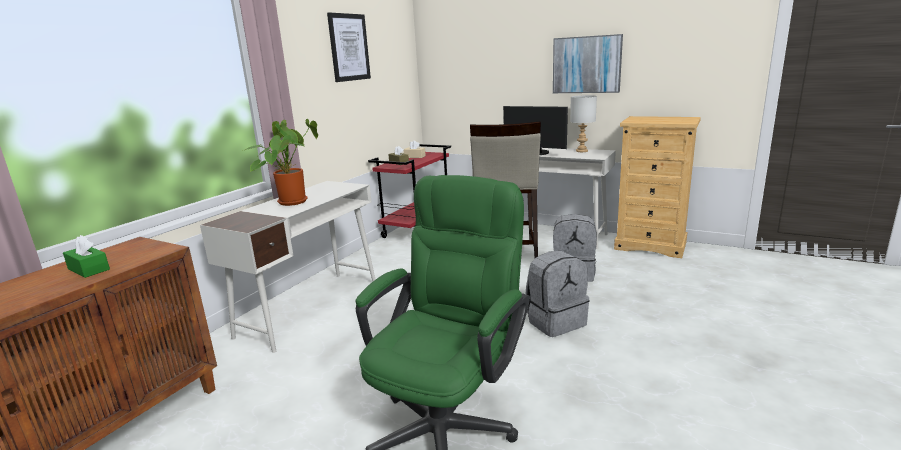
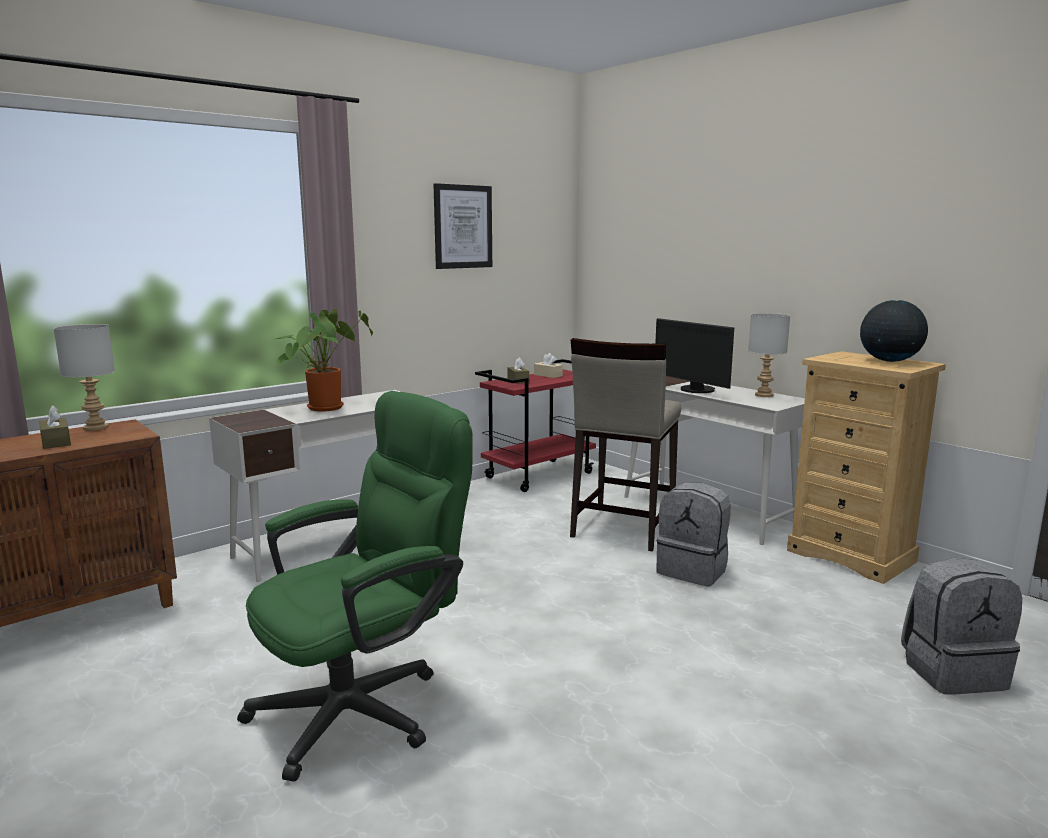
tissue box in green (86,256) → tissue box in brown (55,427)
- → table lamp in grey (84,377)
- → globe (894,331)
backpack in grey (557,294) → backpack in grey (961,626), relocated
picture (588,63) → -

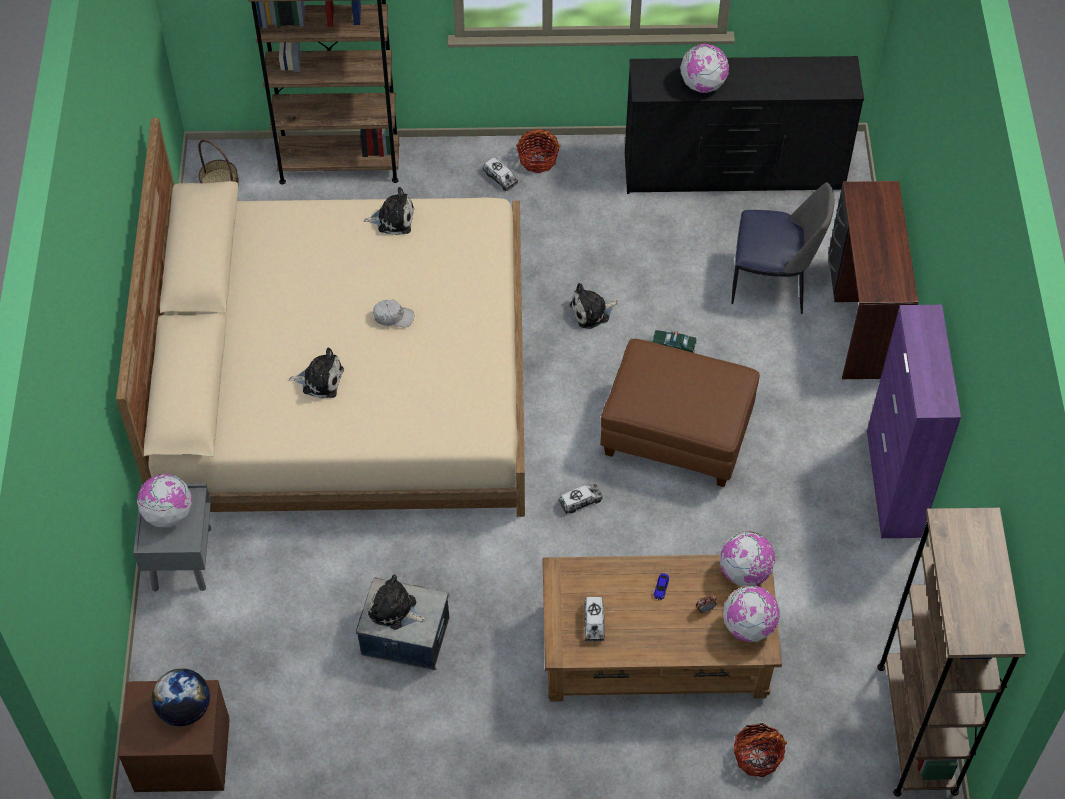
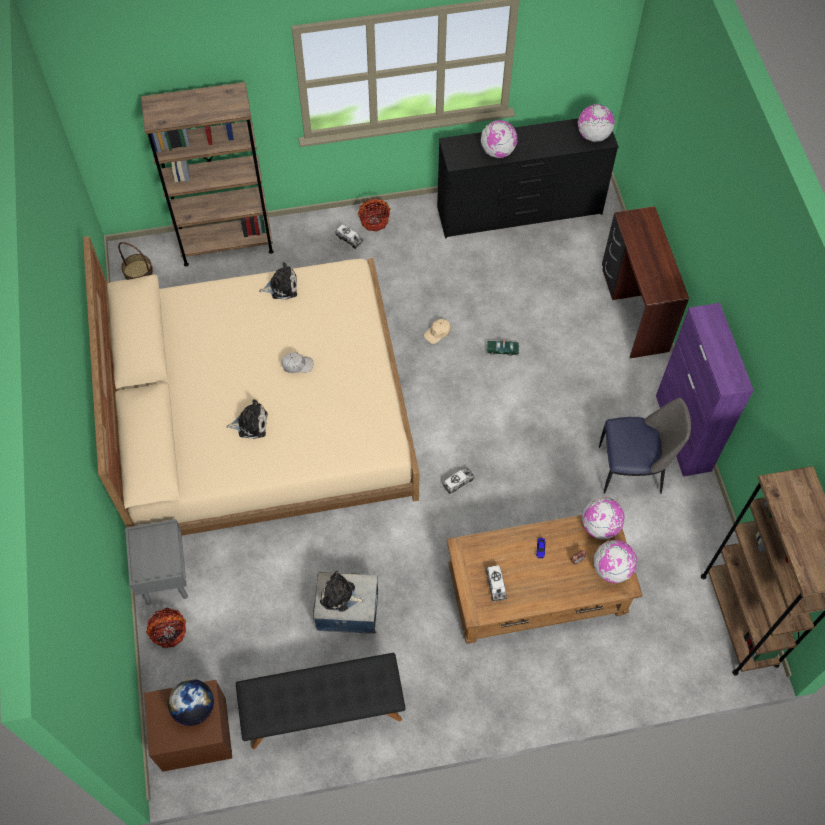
basket (760,750) → basket (166,628), relocated
- → bench in black (321,701)
plush toy (594,306) → cap in beige (437,331)
globe (164,501) → globe (596,123), relocated
chair (783,248) → chair (645,446), relocated
ottoman in brown (680,413) → -

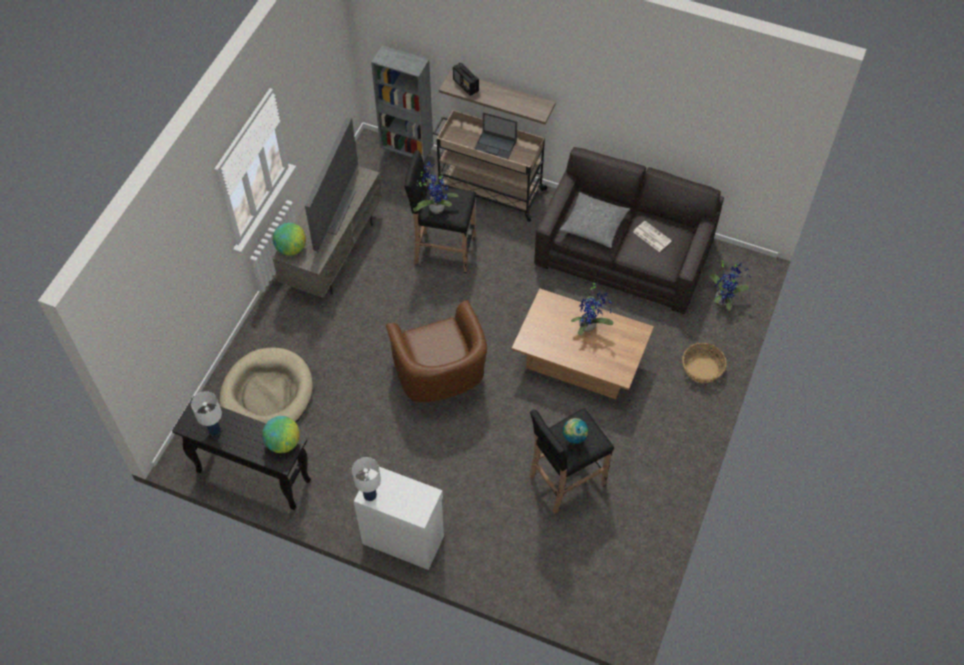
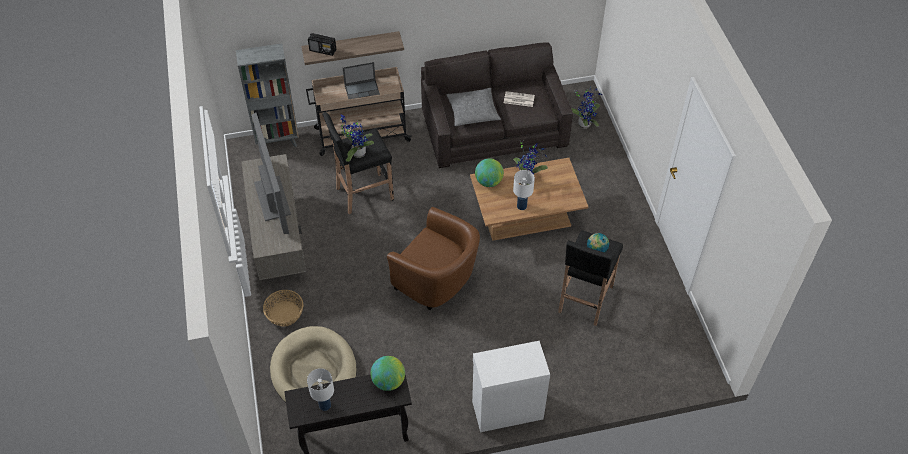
basket (704,363) → basket (283,308), relocated
globe (289,239) → globe (489,172), relocated
table lamp in white (366,479) → table lamp in white (524,190), relocated

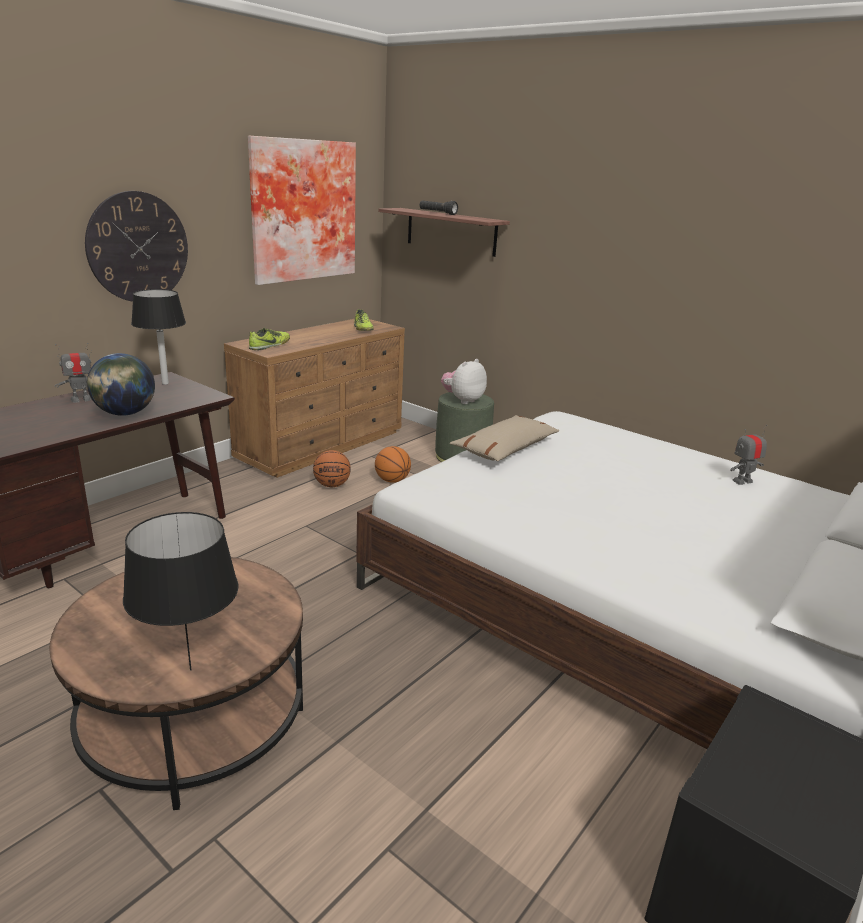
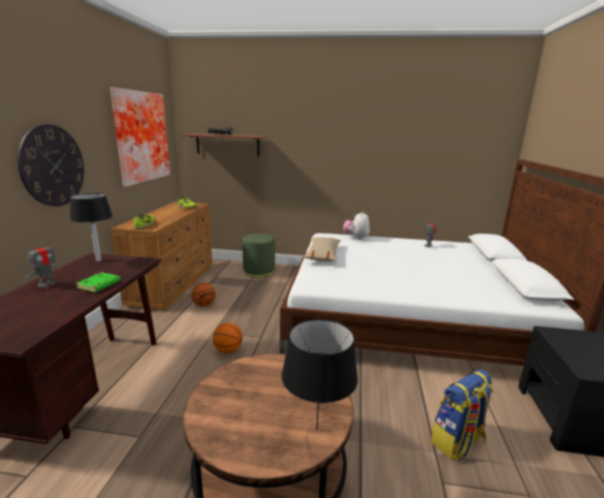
globe (121,384) → book in green (98,282)
basketball (393,464) → basketball (228,338), relocated
plush toy (464,381) → plush toy (356,225), relocated
- → backpack (462,415)

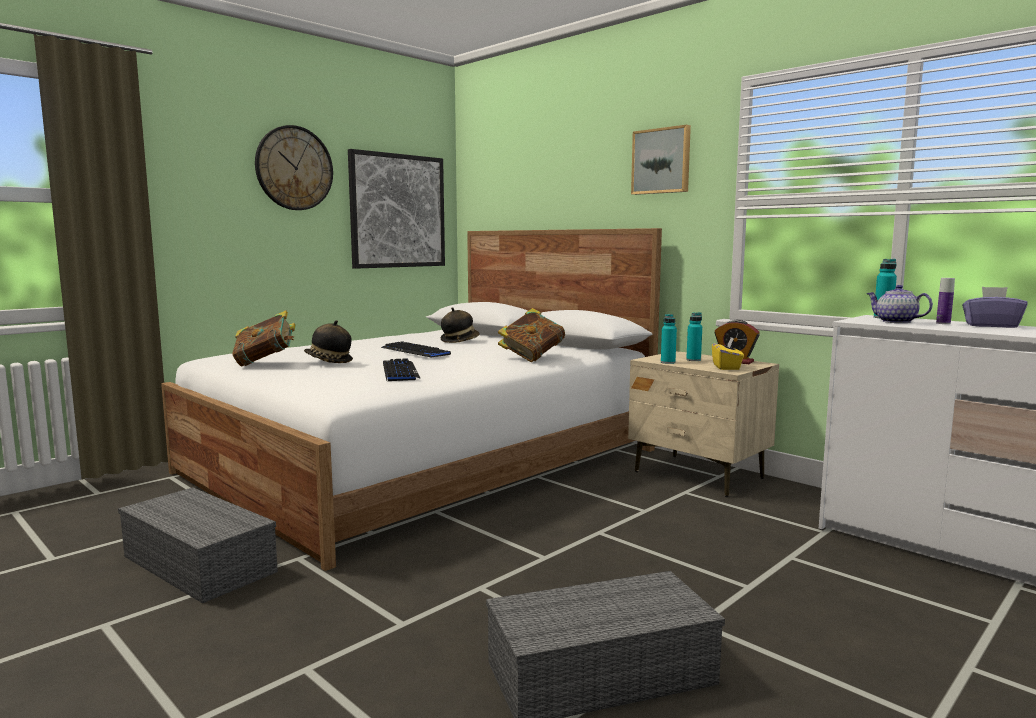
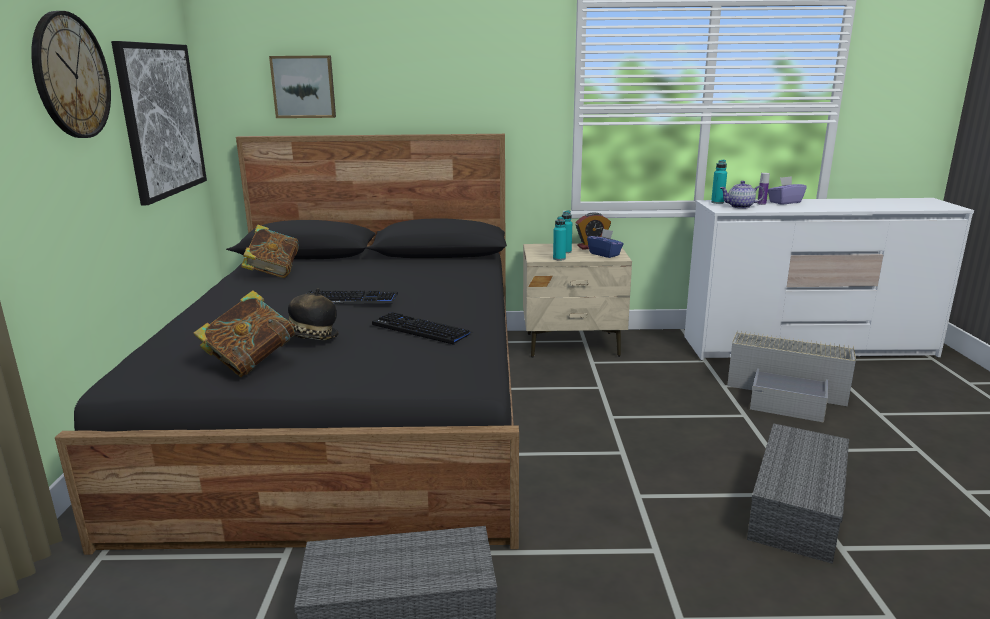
bed in white (411,399) → bed in black (287,344)
book (531,335) → book (270,251), relocated
picture (661,160) → picture (302,86), relocated
tissue box in yellow (728,353) → tissue box in blue (605,243)
- → storage box in grey (791,376)
hat (460,325) → -

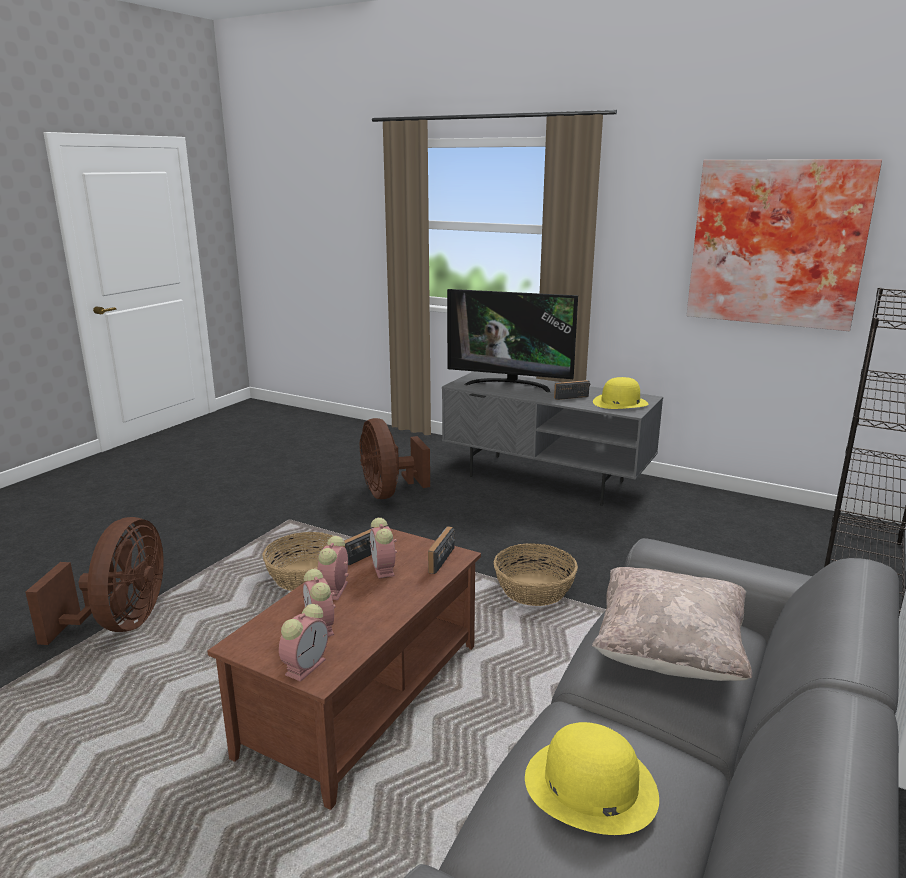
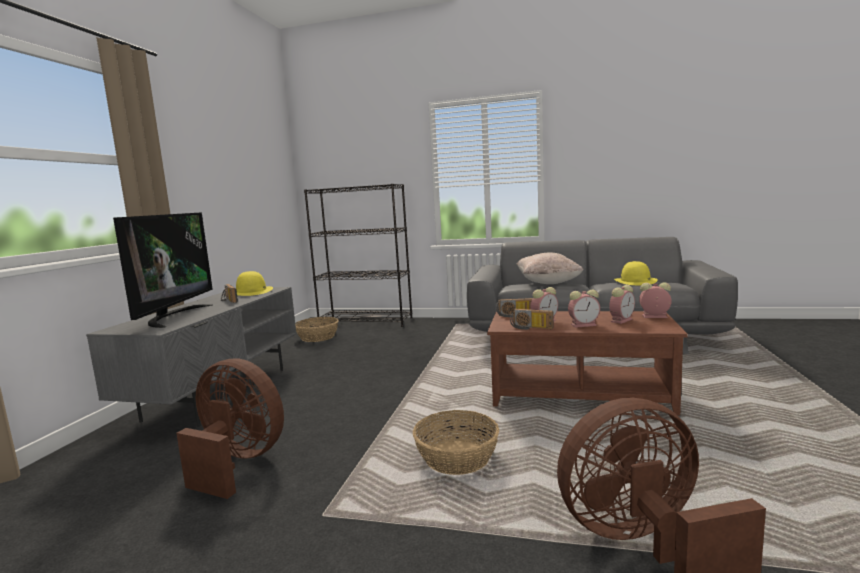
fan in brown (394,458) → fan in brown (230,429), 120 degrees counterclockwise
basket (535,574) → basket (316,329), relocated
picture (784,245) → -

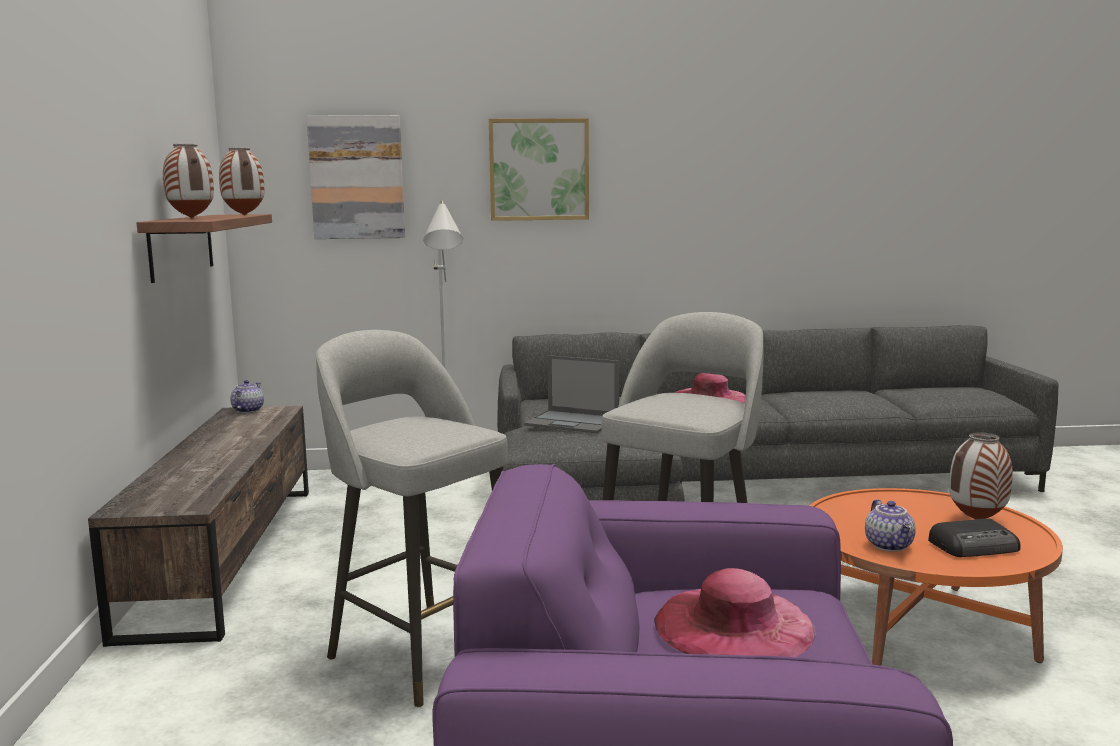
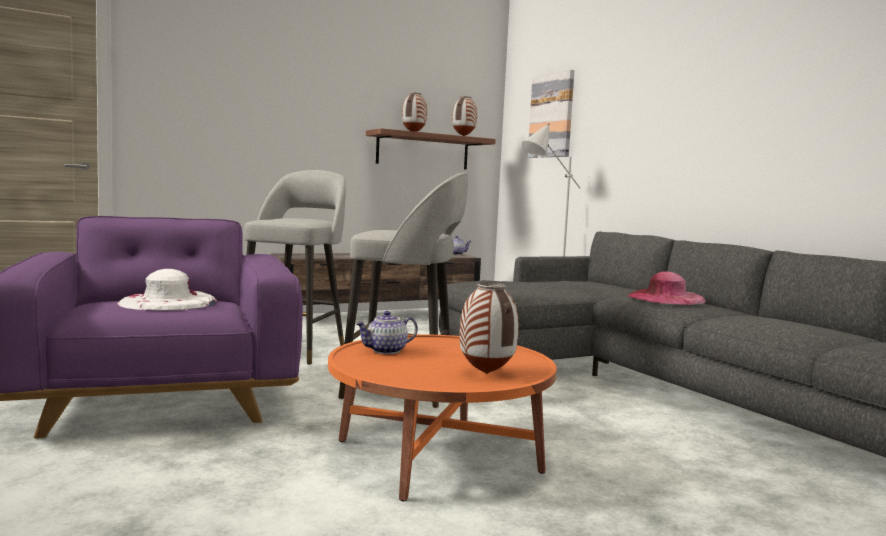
hat in pink (735,612) → hat in white (167,290)
picture (539,169) → -
laptop (571,394) → -
radio (974,537) → -

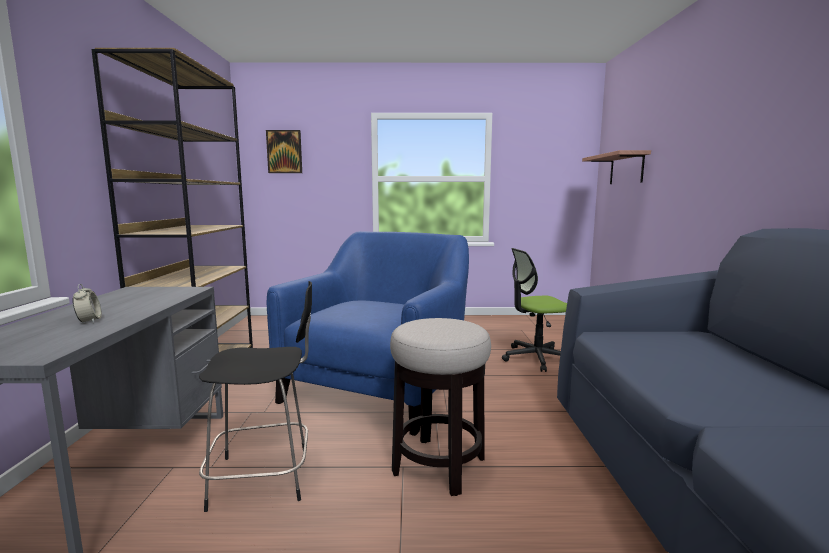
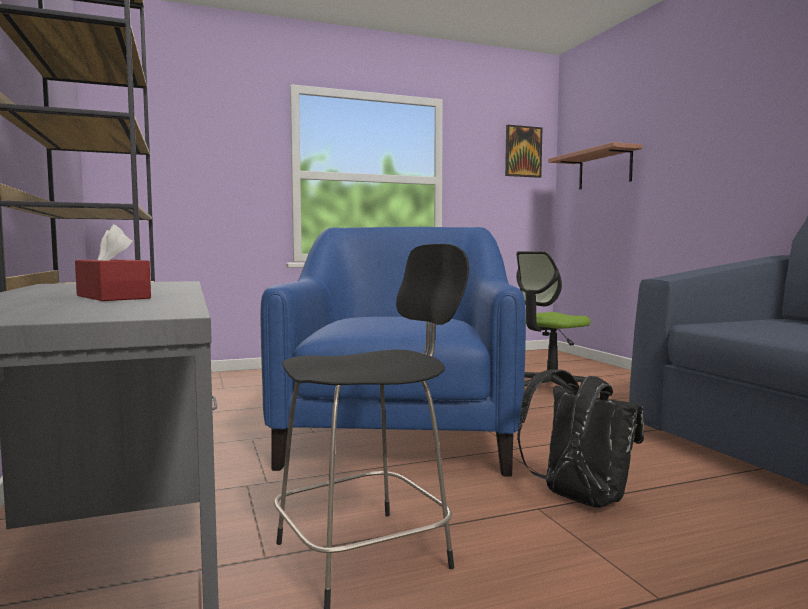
alarm clock (87,303) → tissue box in red (113,262)
picture (284,151) → picture (523,151), relocated
stool (440,407) → backpack in black (580,438)

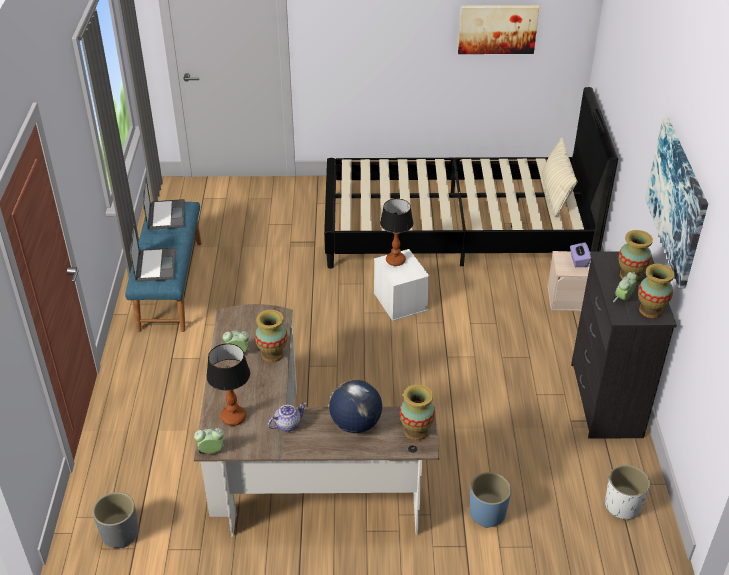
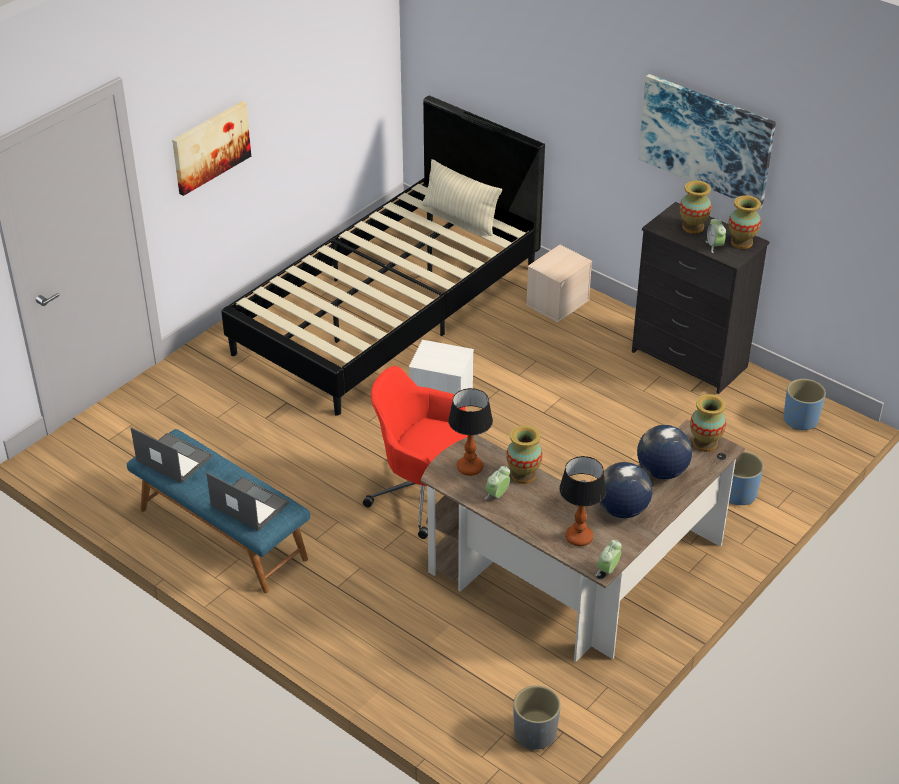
picture (498,29) → picture (211,148), relocated
- → office chair in red (415,452)
table lamp (396,232) → table lamp (470,432), relocated
teapot (287,417) → globe (626,490)
planter in white (627,492) → planter in blue (805,404)
tissue box in purple (580,254) → -

